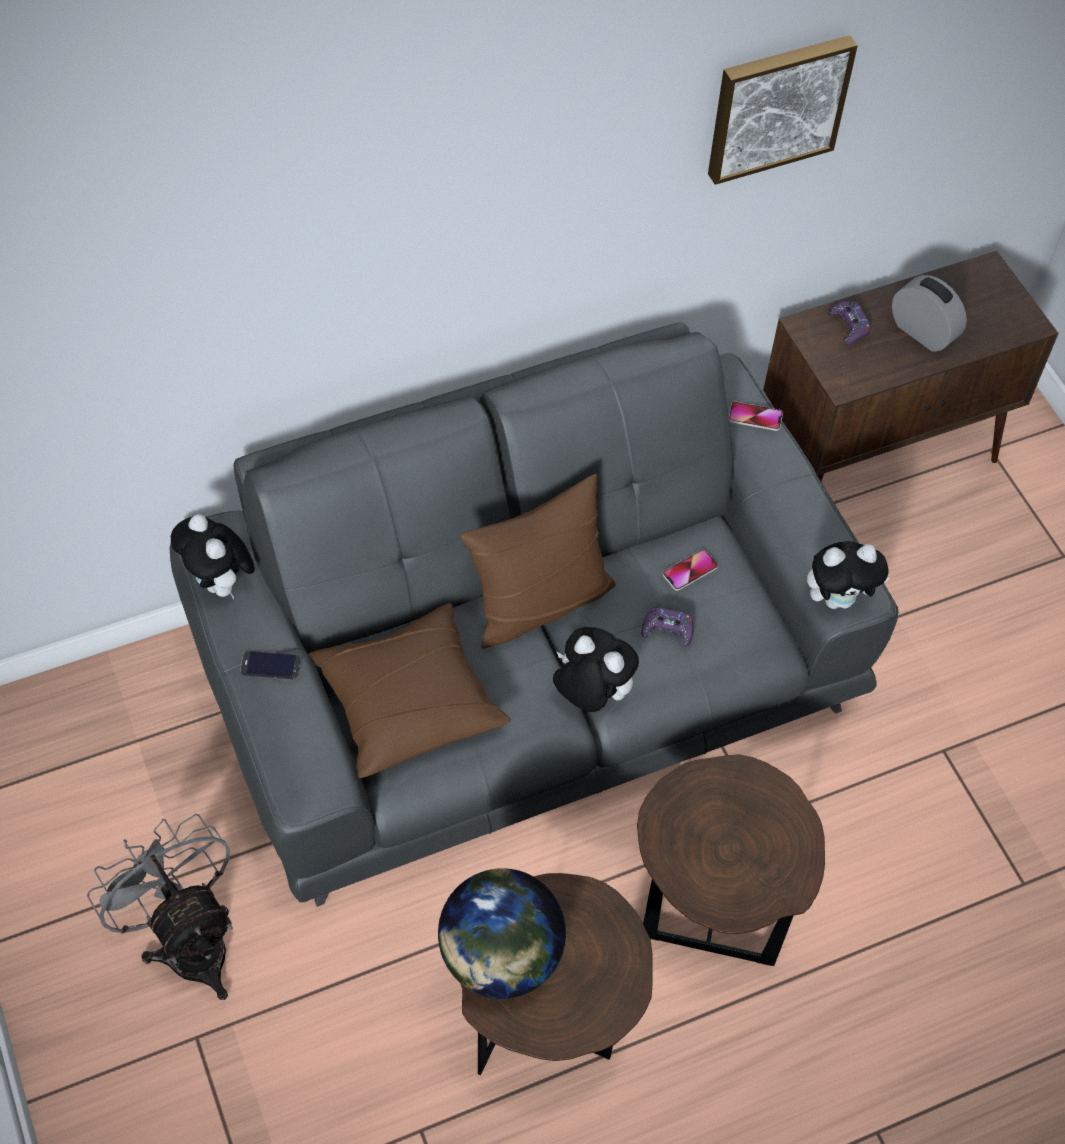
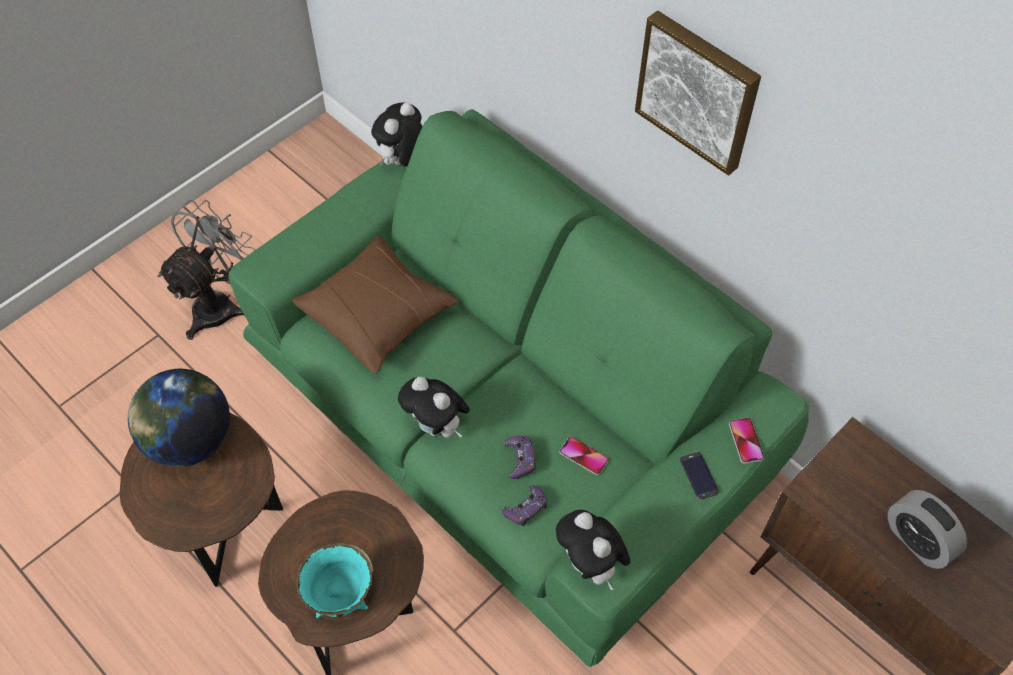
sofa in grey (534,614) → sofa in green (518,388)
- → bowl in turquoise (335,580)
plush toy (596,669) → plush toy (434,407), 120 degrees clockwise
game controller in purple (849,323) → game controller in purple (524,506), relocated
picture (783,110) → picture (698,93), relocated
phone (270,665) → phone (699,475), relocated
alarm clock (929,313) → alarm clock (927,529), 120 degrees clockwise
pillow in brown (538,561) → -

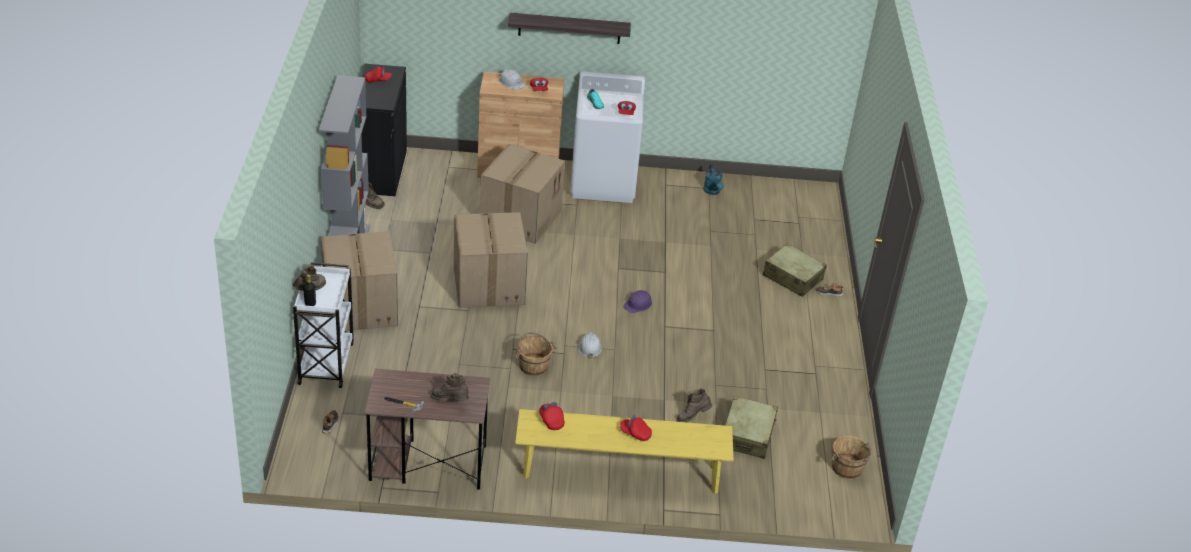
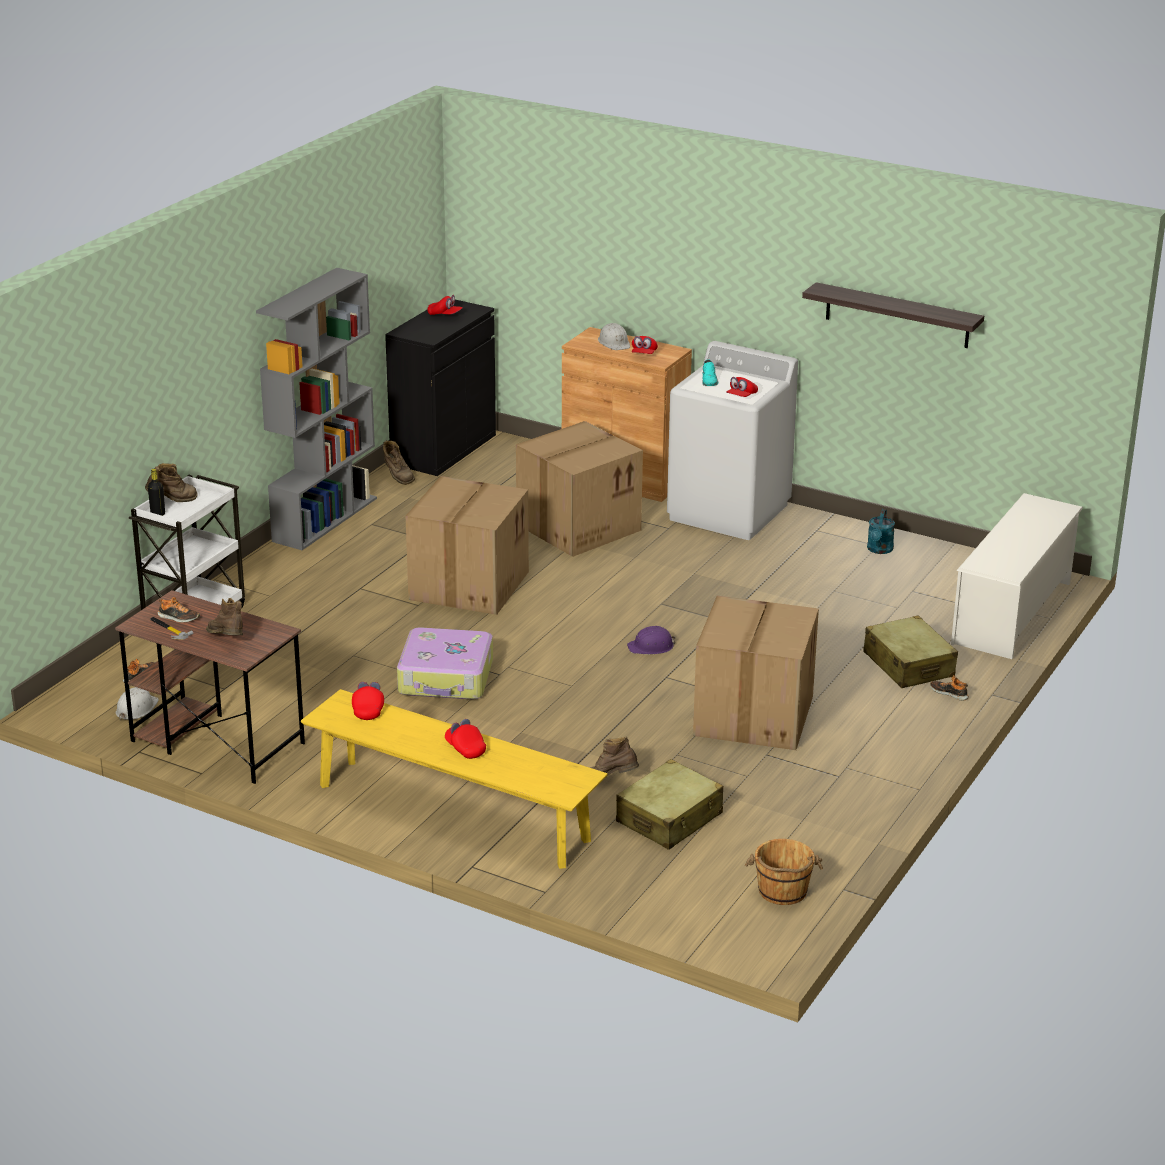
hard hat in white (590,346) → hard hat in white (137,703), relocated
- → shoe (179,610)
bucket in brown (534,354) → suitcase (445,663)
cardboard box (359,281) → cardboard box (756,673), relocated
shelf (569,28) → shelf (893,315), relocated
- → shoe rack in white (1017,576)

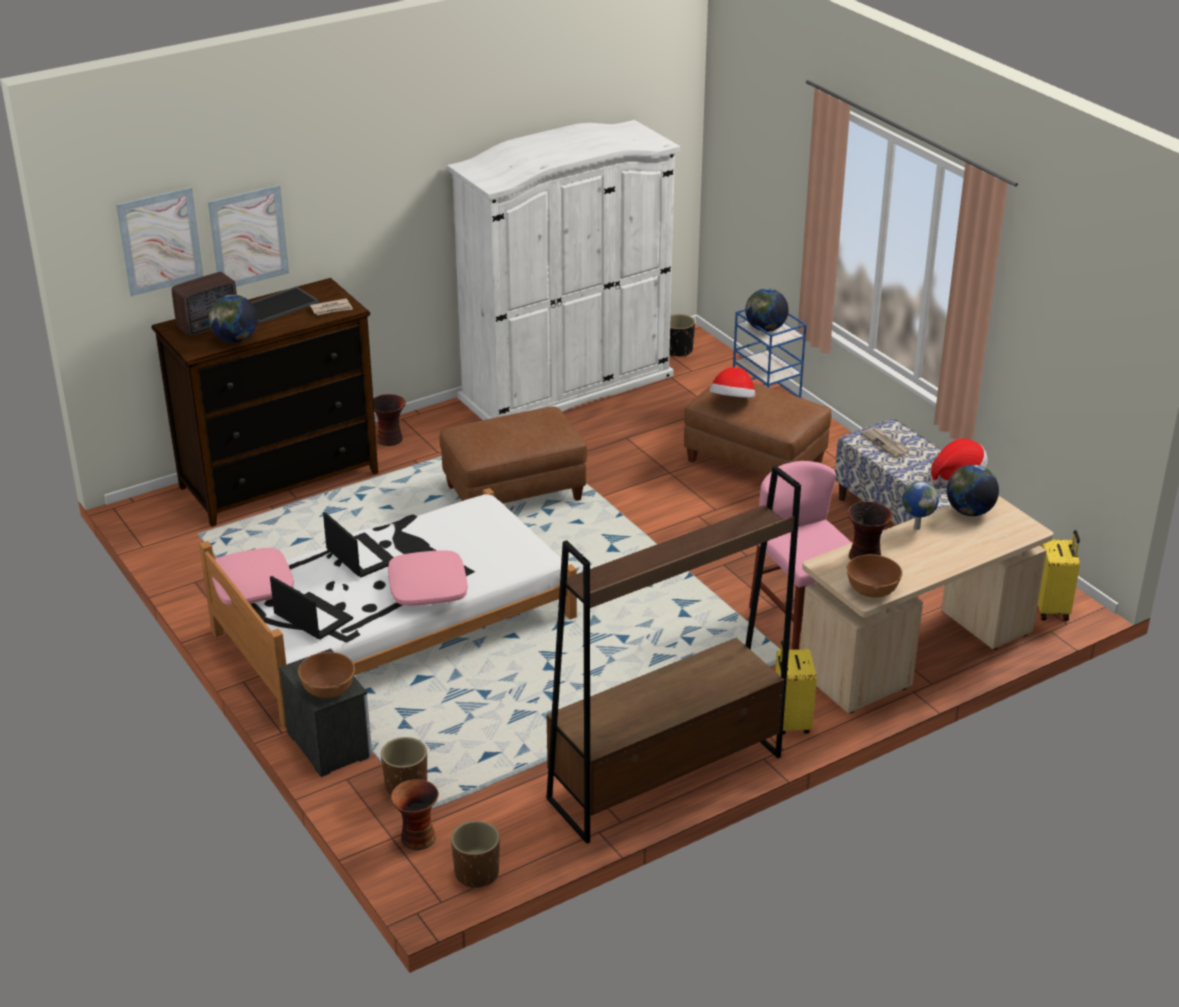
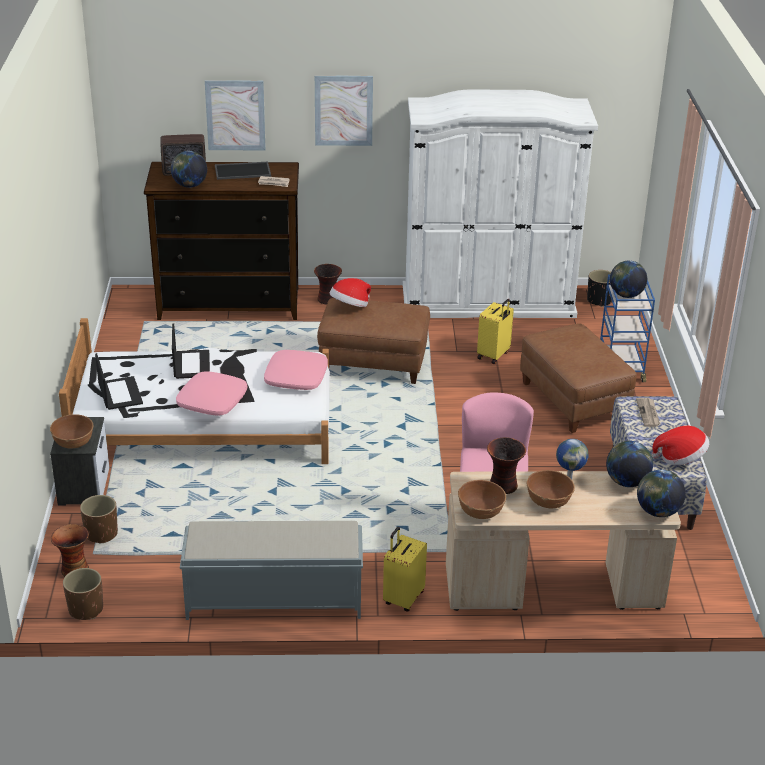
bookcase in brown (673,655) → bench in grey (271,570)
pillow in pink (253,577) → pillow in pink (296,370), relocated
picture (159,241) → picture (344,110), relocated
hat (732,382) → hat (350,292), relocated
suitcase in yellow (1059,575) → suitcase in yellow (495,331), relocated
- → bowl in brown (550,489)
- → globe (661,493)

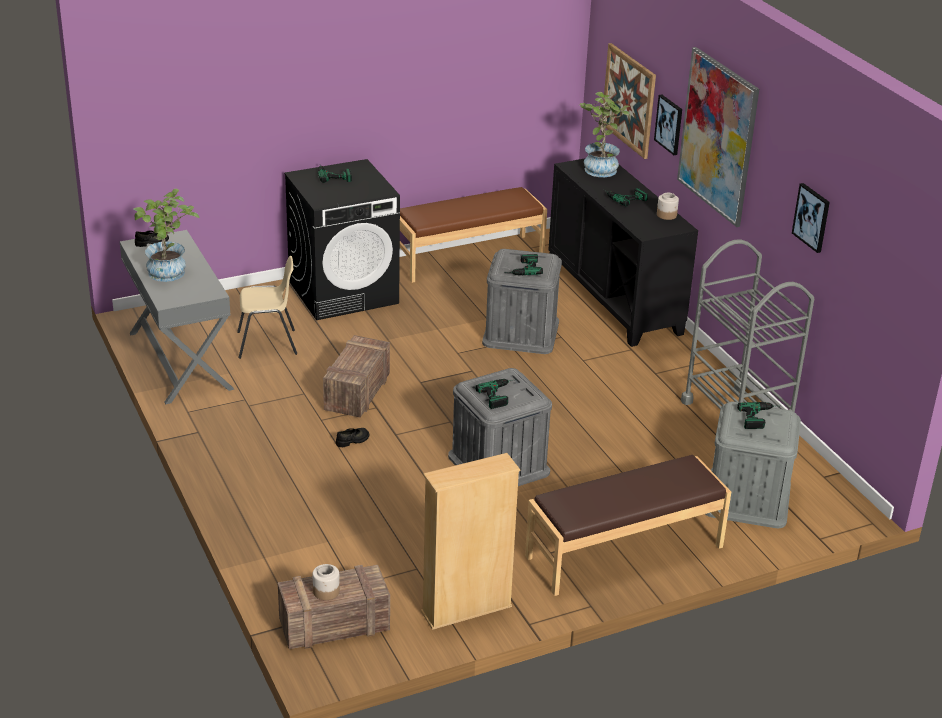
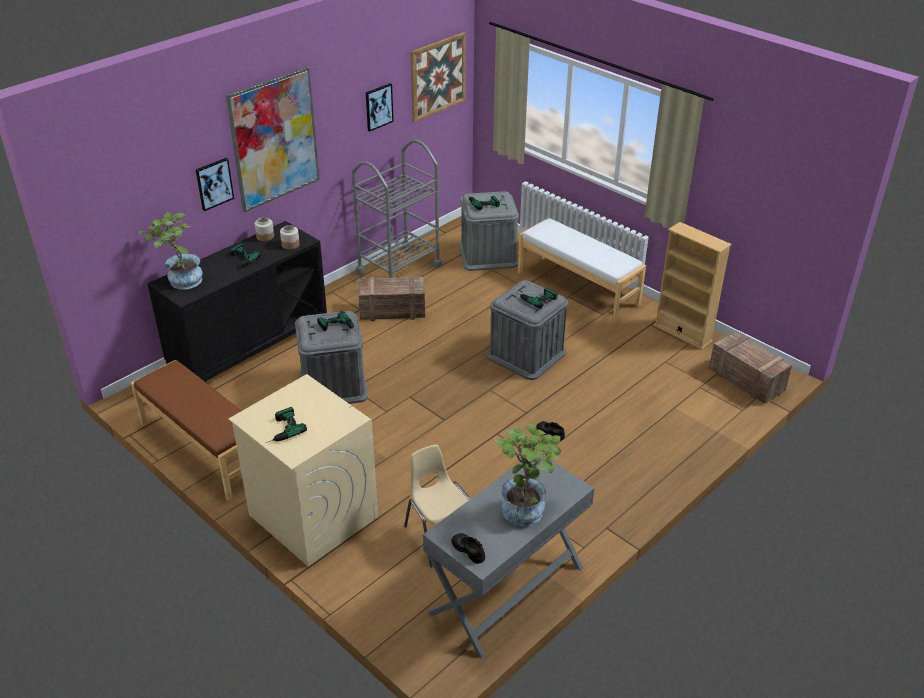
washing machine in black (342,239) → washing machine in beige (303,470)
jar (326,582) → jar (290,237), relocated
crate (356,376) → crate (392,298), relocated
picture (629,101) → picture (438,77), relocated
bench in brown (628,525) → bench in white (582,270)

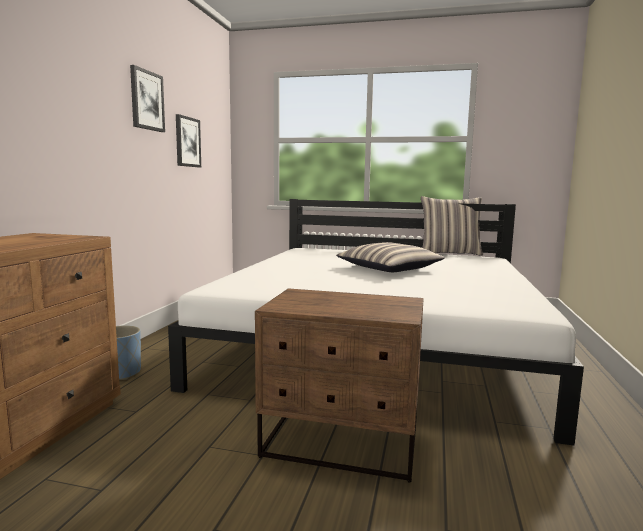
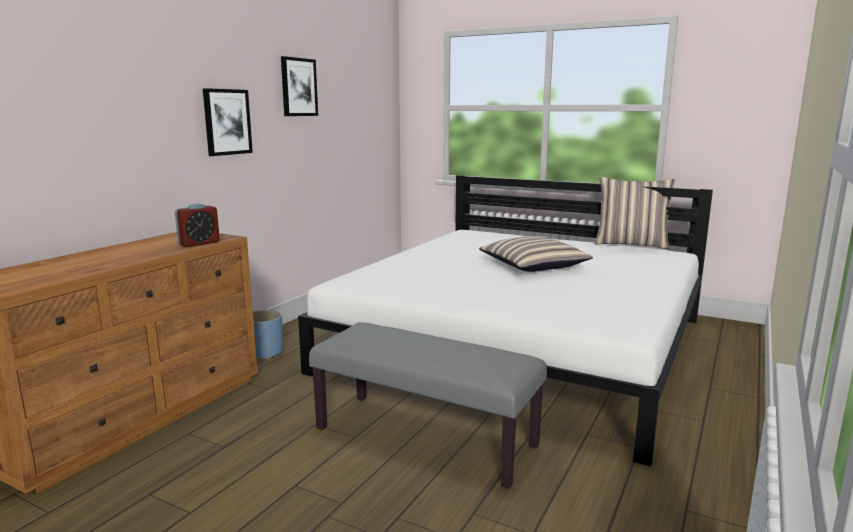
- → alarm clock (197,225)
picture (188,140) → picture (228,122), relocated
nightstand in brown (339,385) → bench in grey (428,405)

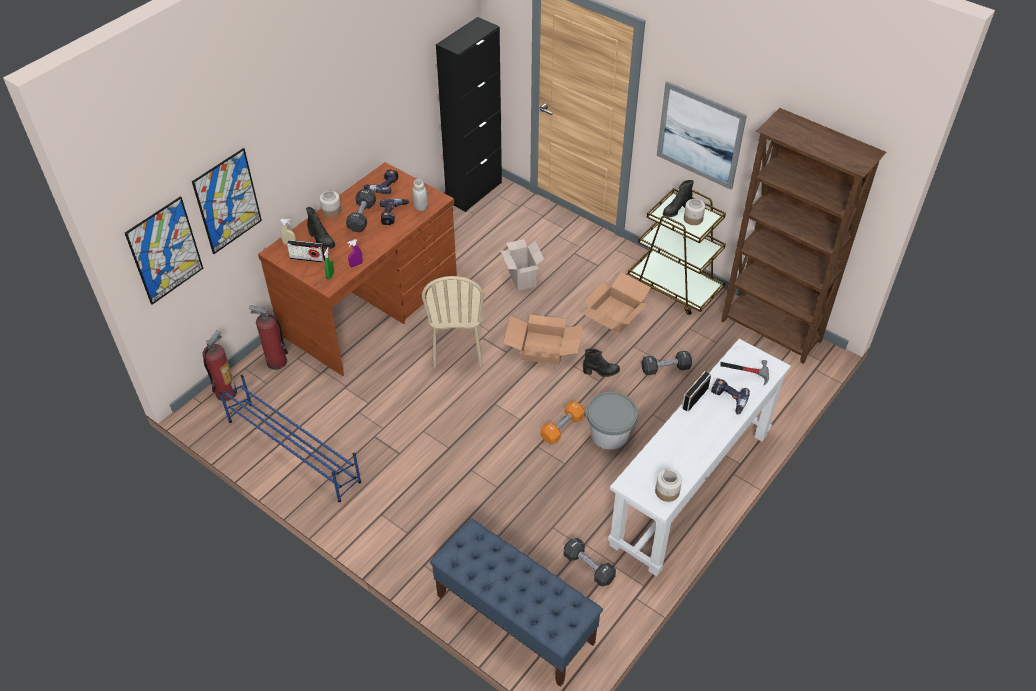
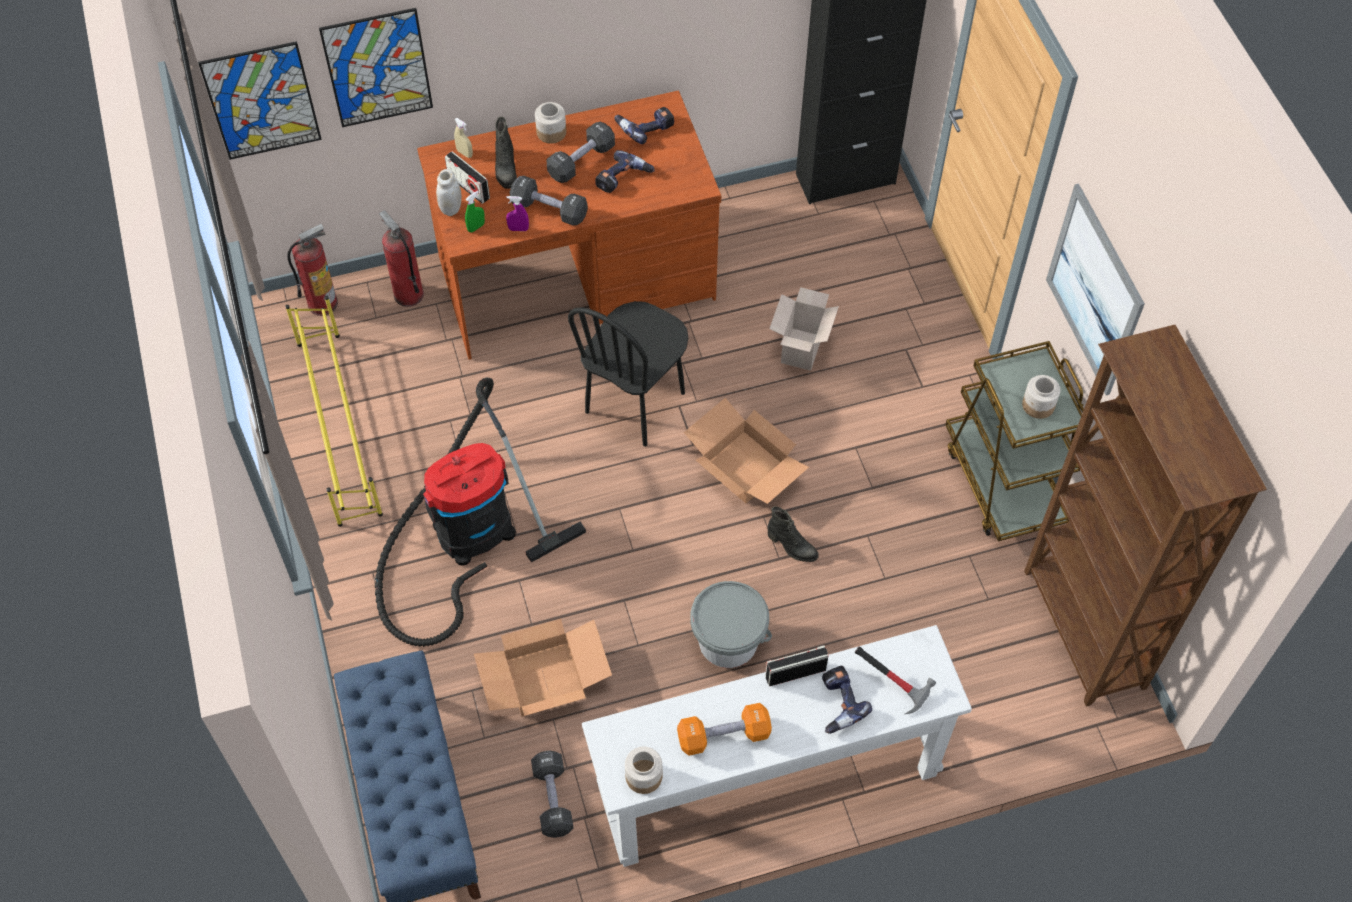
shoe rack in blue (290,438) → shoe rack in yellow (334,411)
- → vacuum cleaner (480,512)
jar in white (420,195) → jar in white (449,192), relocated
cardboard box (616,302) → cardboard box (543,667), relocated
dumbbell in black (666,363) → dumbbell in black (549,201), relocated
chair in beige (453,322) → chair in black (628,374)
dumbbell in orange (563,422) → dumbbell in orange (724,729), relocated
boot in black (678,198) → -

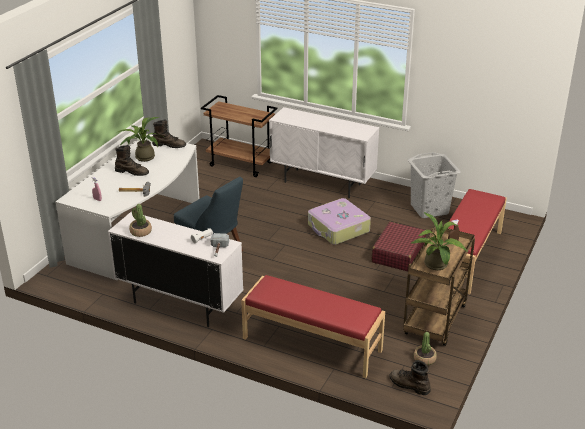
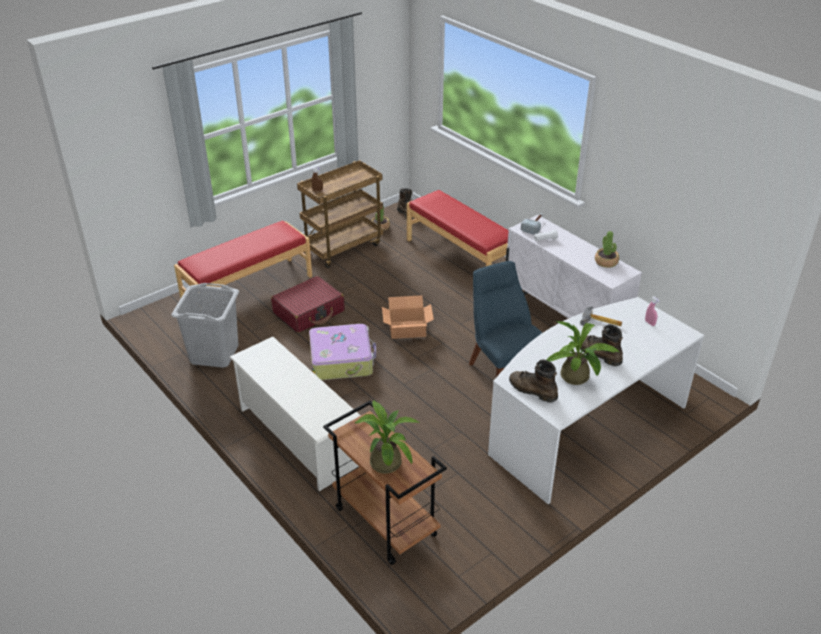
cabinet in white (324,152) → shoe rack in white (295,414)
potted plant (439,241) → potted plant (386,437), relocated
- → cardboard box (408,317)

